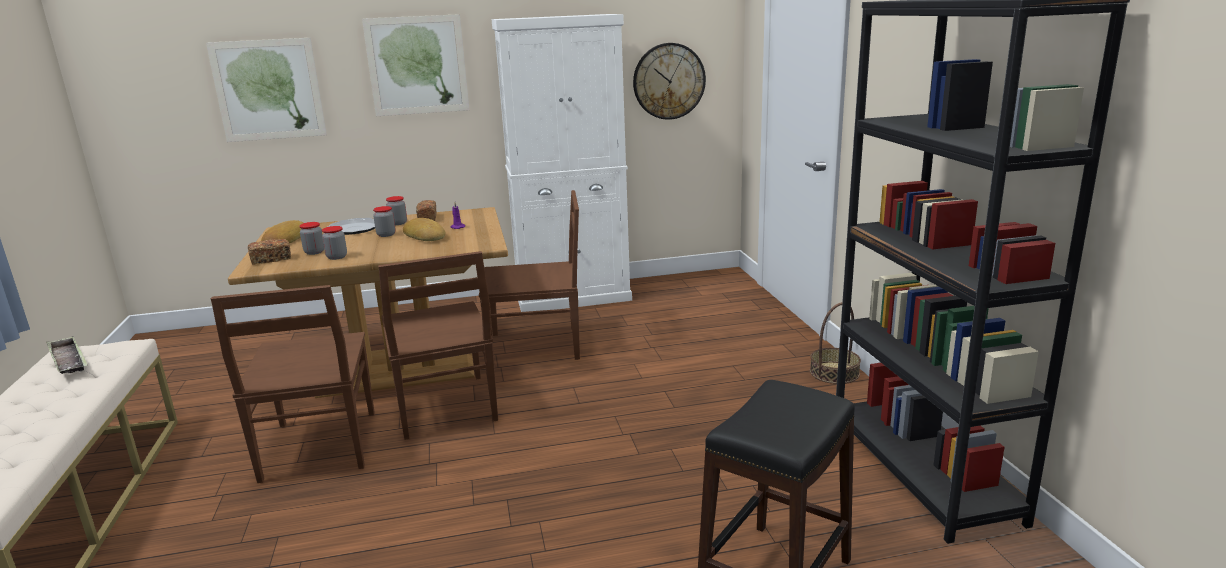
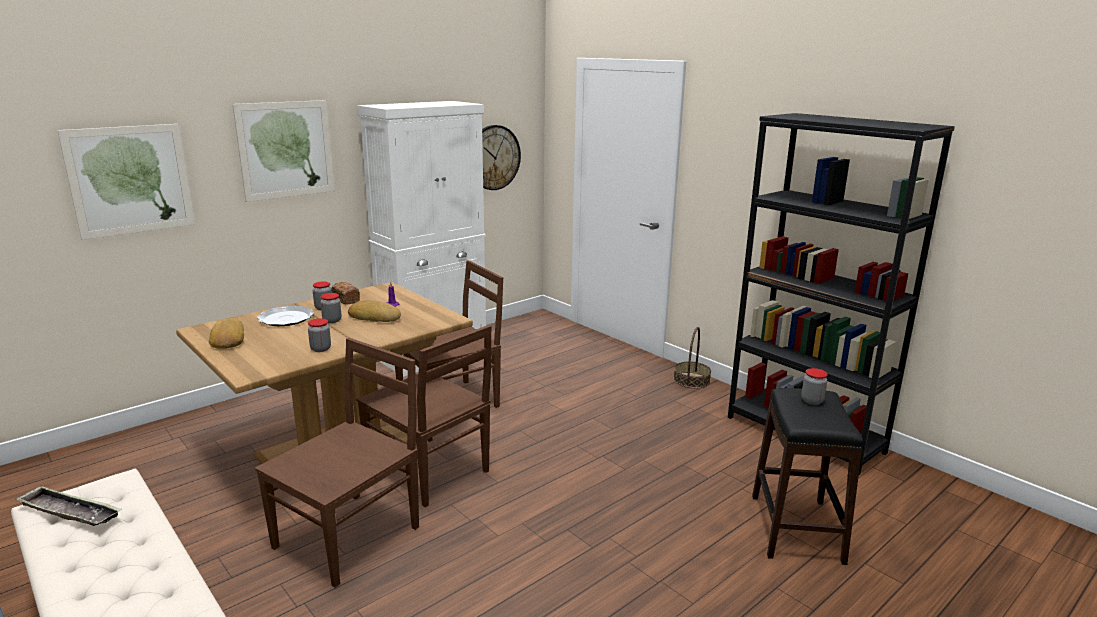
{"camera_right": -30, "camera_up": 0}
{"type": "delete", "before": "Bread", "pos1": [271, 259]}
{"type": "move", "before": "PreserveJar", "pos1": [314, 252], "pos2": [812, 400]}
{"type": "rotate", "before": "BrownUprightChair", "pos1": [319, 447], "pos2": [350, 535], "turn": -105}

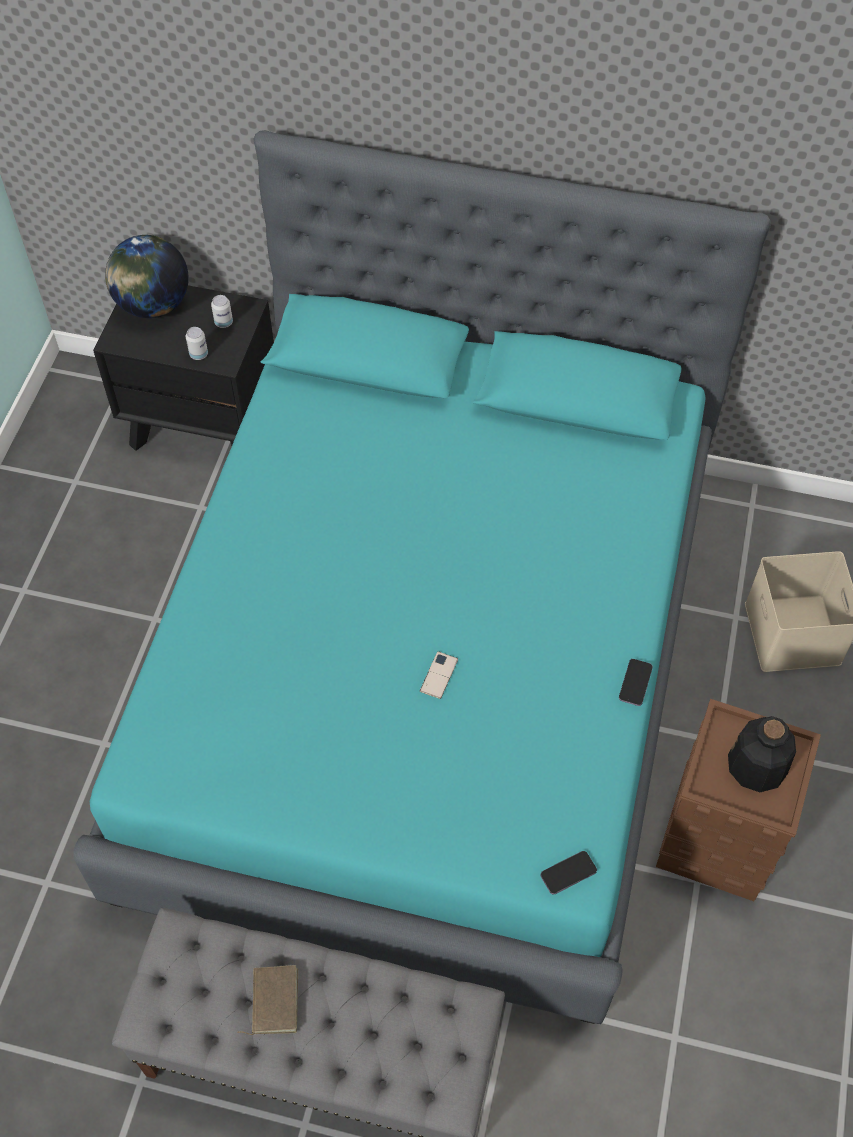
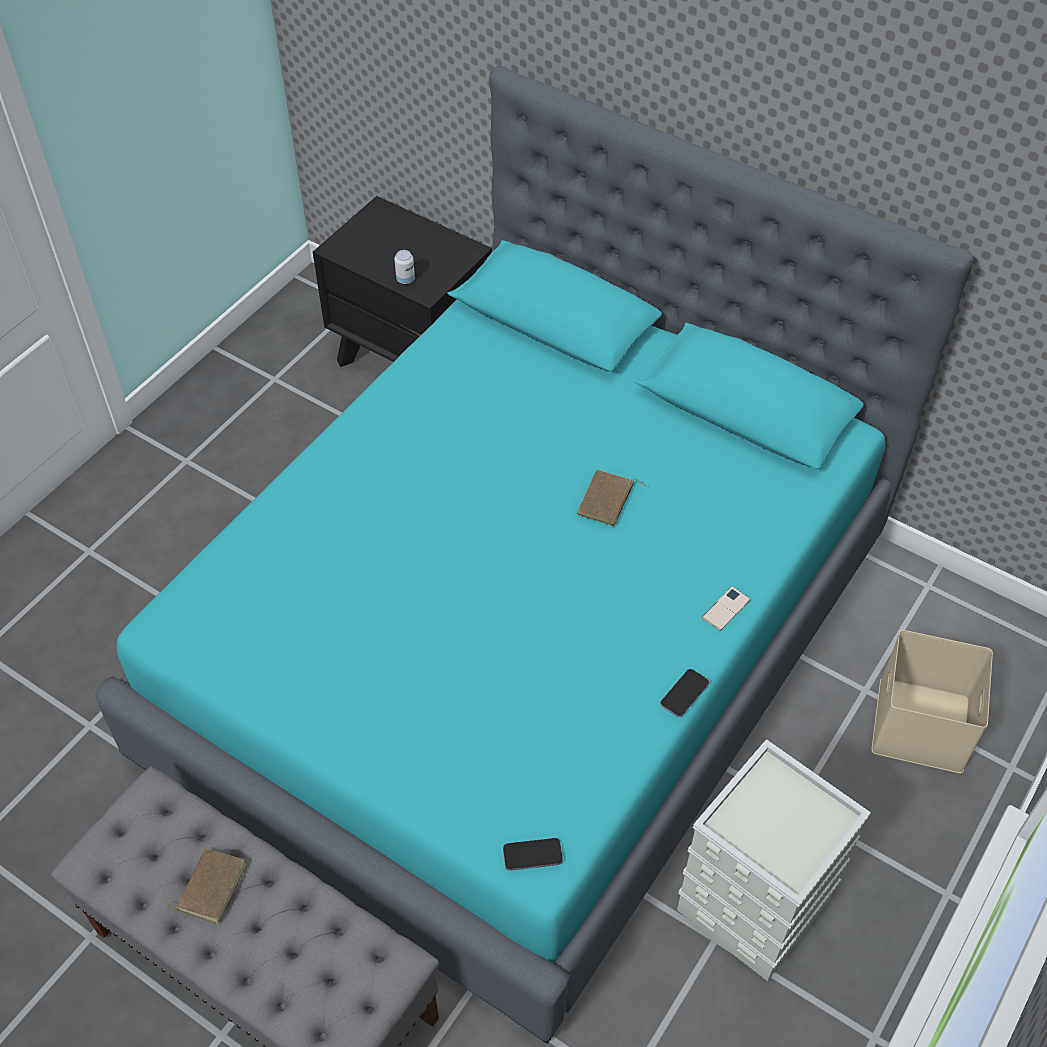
{"camera_right": 20, "camera_up": -5}
{"type": "delete", "before": "Globe", "pos1": [153, 305]}
{"type": "delete", "before": "SealedCan", "pos1": [223, 322]}
{"type": "delete", "before": "BeverageBottle", "pos1": [756, 766]}
{"type": "insert", "after": "BrownBook", "pos2": [607, 501]}
{"type": "move", "before": "Telephone", "pos1": [439, 675], "pos2": [726, 609]}
{"type": "recolor", "before": "BrownStorageBox", "after": "GreyishStorageBox", "pos1": [718, 841], "pos2": [754, 907]}

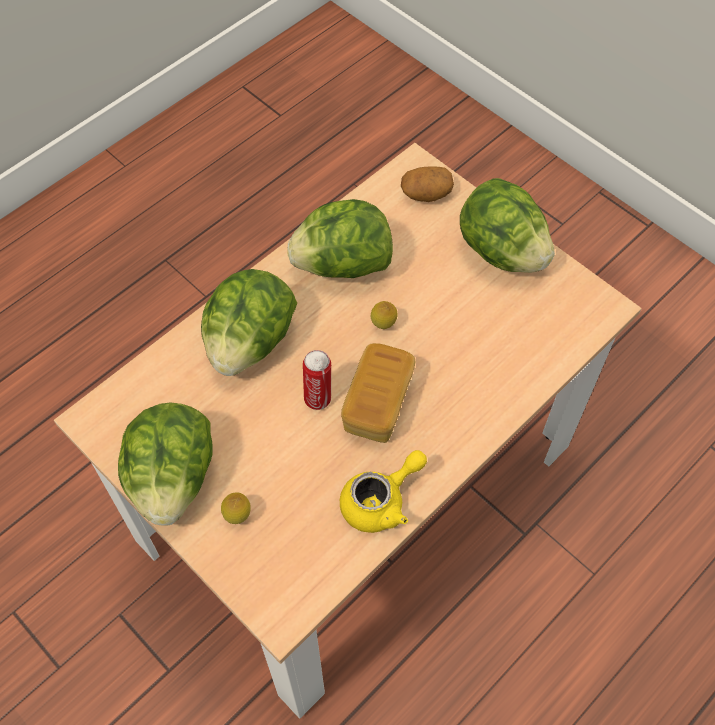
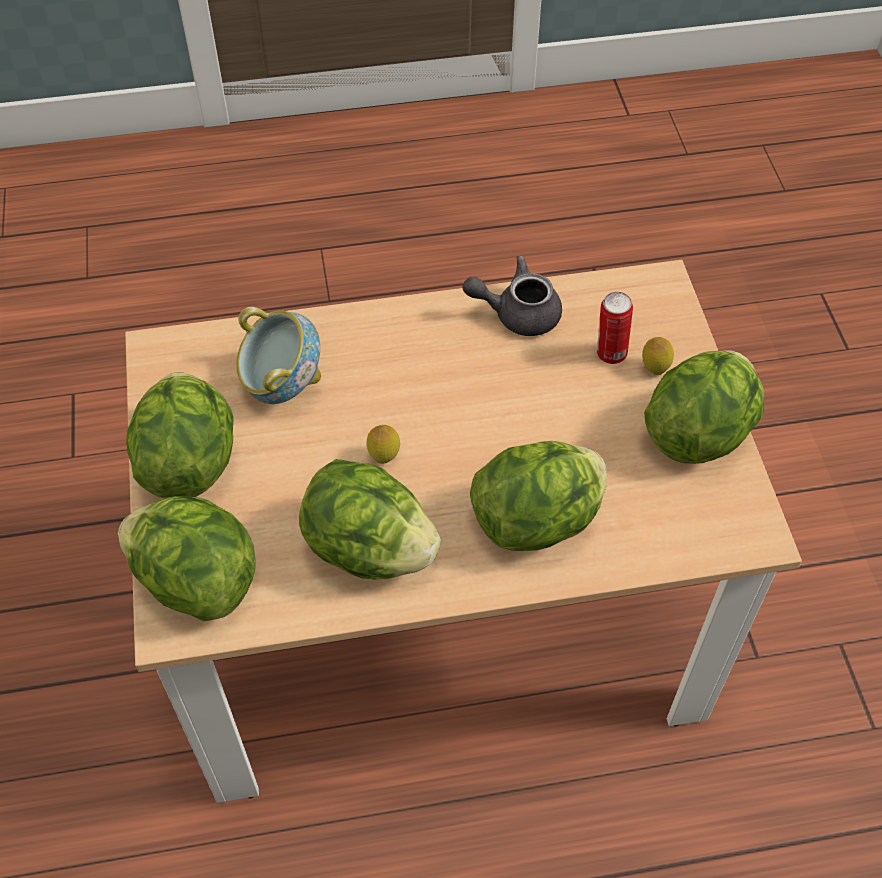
{"camera_right": -145, "camera_up": -5}
{"type": "delete", "before": "Bread", "pos1": [378, 404]}
{"type": "insert", "after": "Bowl", "pos2": [282, 384]}
{"type": "move", "before": "SealedCan", "pos1": [318, 397], "pos2": [610, 354]}
{"type": "replace", "before": "WholePotato", "after": "Lettuce", "pos1": [426, 193], "pos2": [195, 580]}
{"type": "recolor", "before": "YellowTeapot", "after": "GreyishTeapot", "pos1": [381, 501], "pos2": [517, 313]}

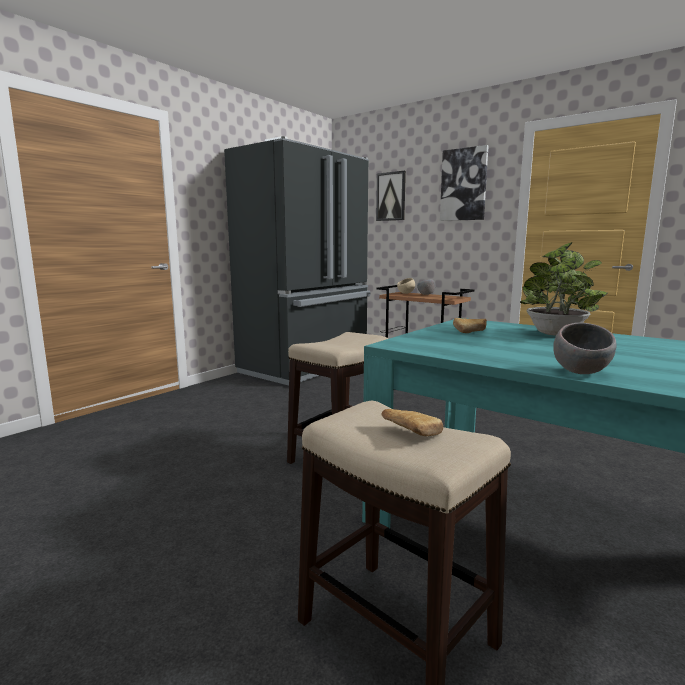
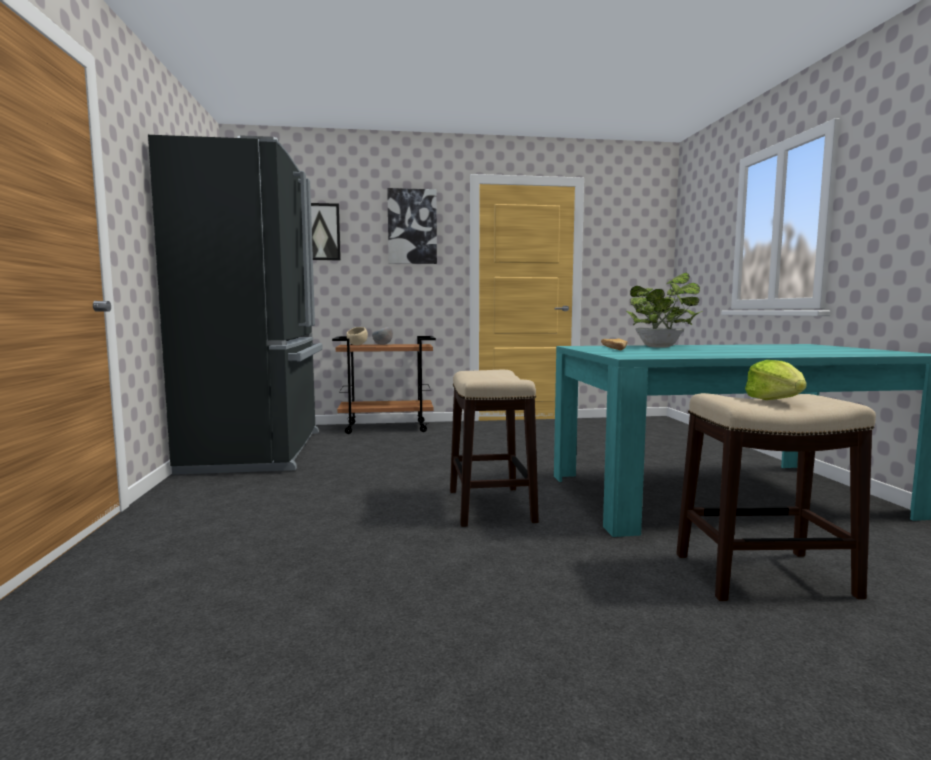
{"camera_right": -45, "camera_up": -5}
{"type": "delete", "before": "GreyishBowl", "pos1": [581, 372]}
{"type": "replace", "before": "Bread", "after": "Lettuce", "pos1": [409, 432], "pos2": [775, 400]}

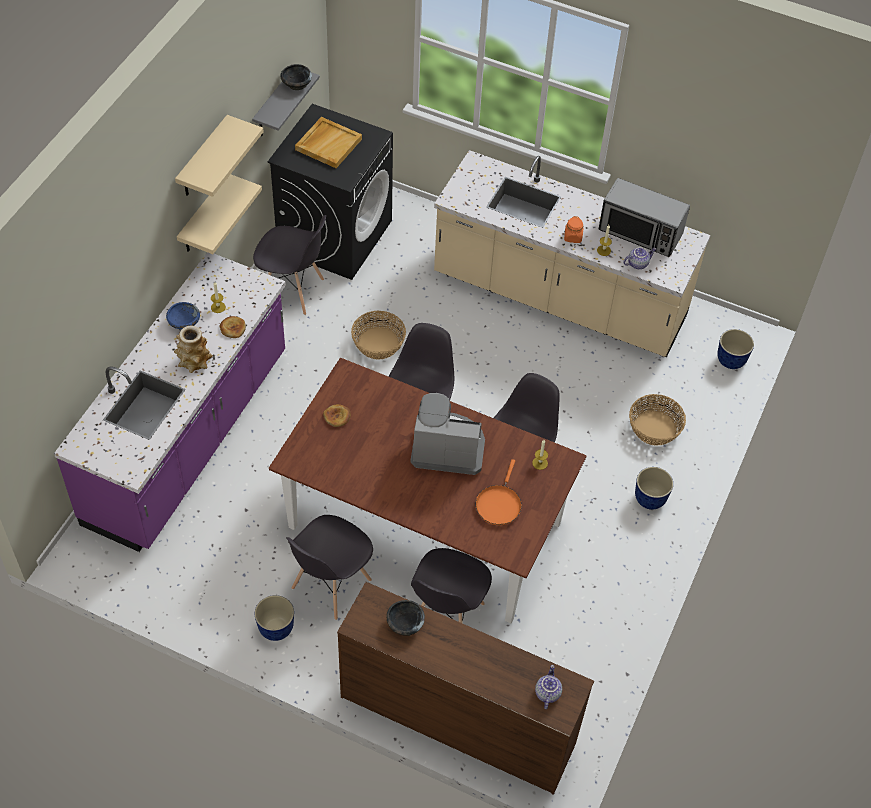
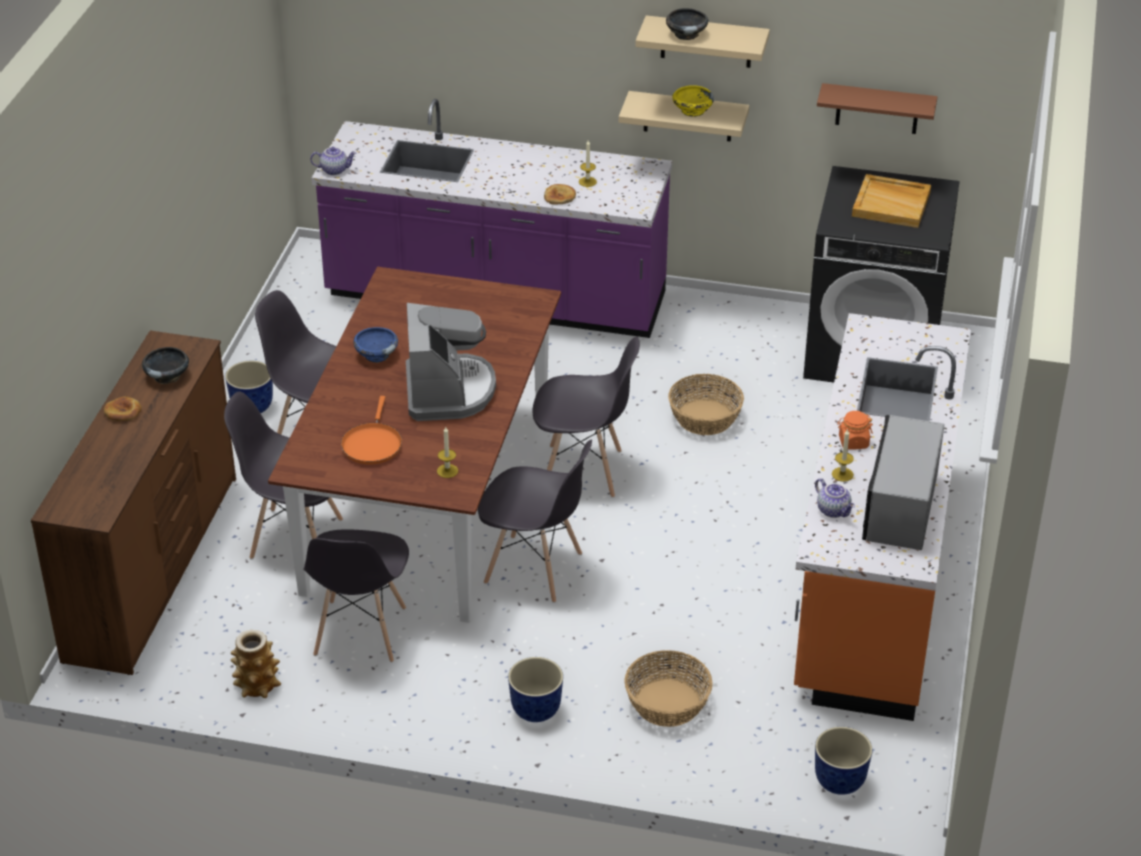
{"camera_right": 80, "camera_up": -15}
{"type": "insert", "after": "YellowBowl", "pos2": [692, 110]}
{"type": "move", "before": "BlueColouredBowl", "pos1": [184, 323], "pos2": [376, 354]}
{"type": "move", "before": "DecorativeVase", "pos1": [194, 361], "pos2": [257, 684]}
{"type": "move", "before": "GreyishUprightChair", "pos1": [293, 291], "pos2": [360, 632]}
{"type": "move", "before": "BlackishBowl", "pos1": [296, 84], "pos2": [686, 34]}
{"type": "move", "before": "Bread", "pos1": [337, 417], "pos2": [123, 412]}
{"type": "move", "before": "Teapot", "pos1": [547, 693], "pos2": [334, 170]}
{"type": "recolor", "before": "GreyishBracketShelf", "after": "BrownBracketShelf", "pos1": [274, 104], "pos2": [877, 109]}
{"type": "recolor", "before": "BeigeKitchenCounter", "after": "OrangeKitchenCounter", "pos1": [559, 298], "pos2": [872, 575]}
{"type": "rotate", "before": "OrangePan", "pos1": [499, 504], "pos2": [372, 444], "turn": -90}

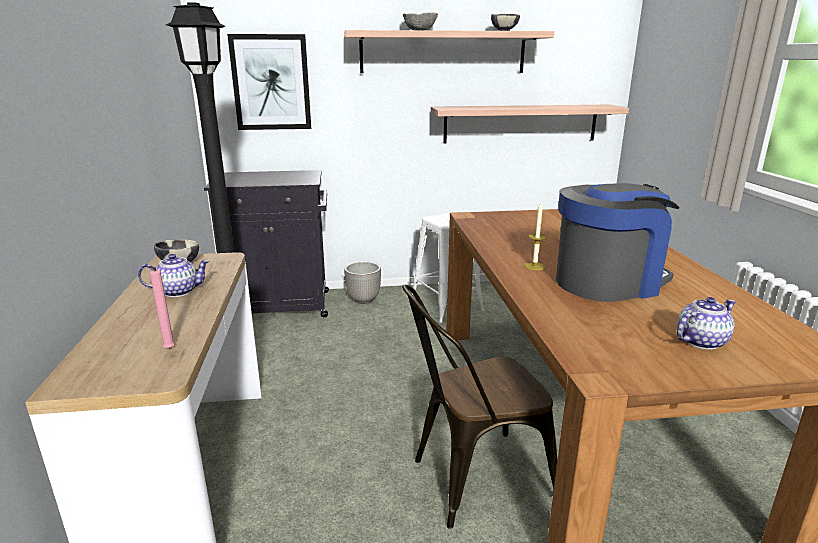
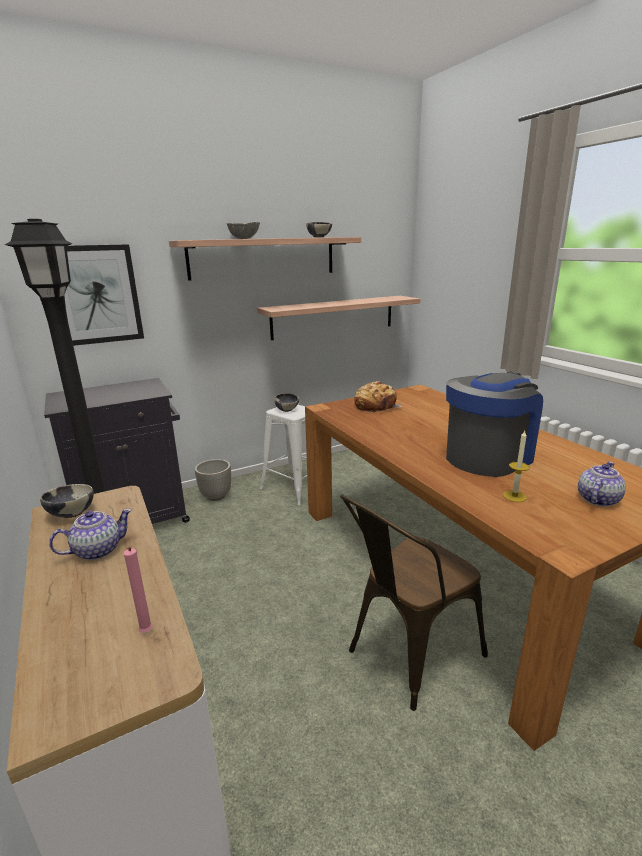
{"camera_right": -20, "camera_up": 0}
{"type": "insert", "after": "Bowl", "pos2": [287, 410]}
{"type": "insert", "after": "Bread", "pos2": [376, 406]}
{"type": "move", "before": "Candle", "pos1": [534, 266], "pos2": [514, 496]}

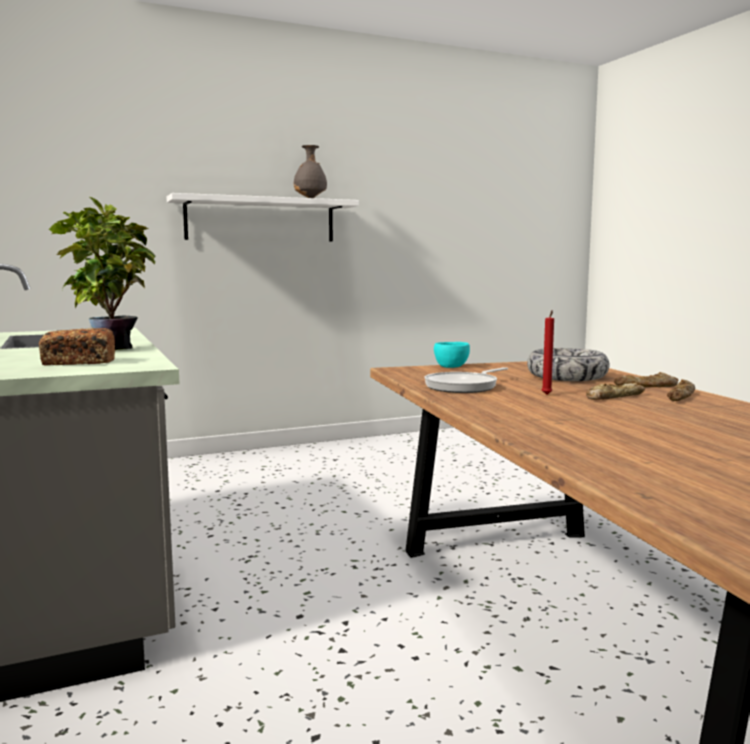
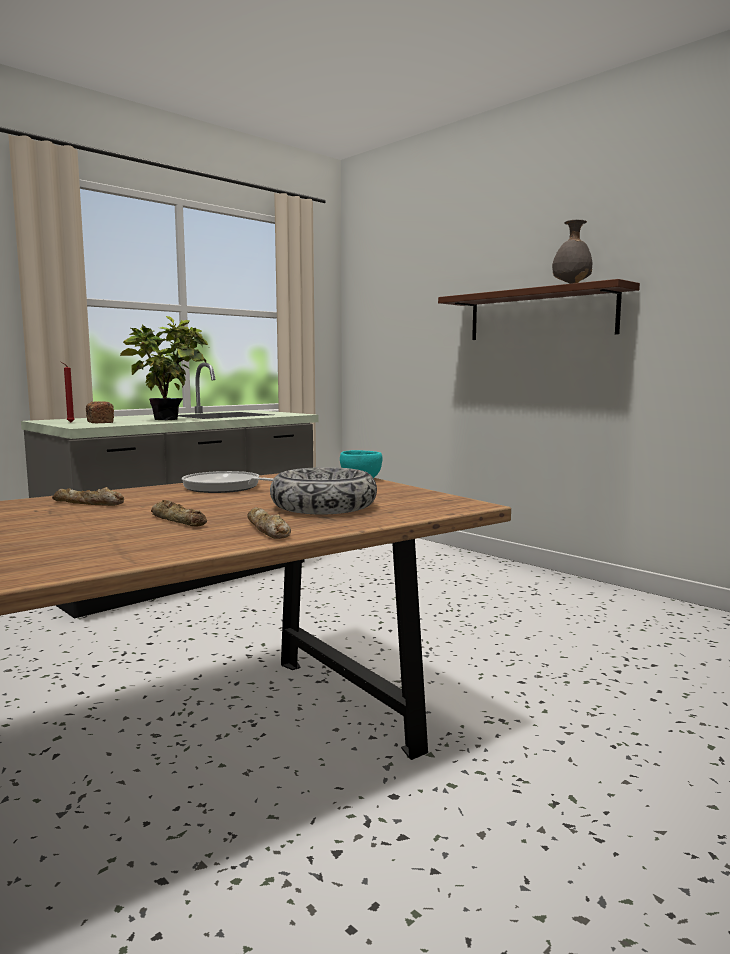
{"camera_right": 70, "camera_up": 0}
{"type": "move", "before": "RedColouredCandle", "pos1": [546, 395], "pos2": [69, 422]}
{"type": "move", "before": "Bread", "pos1": [681, 397], "pos2": [88, 503]}
{"type": "recolor", "before": "WhitishBracketShelf", "after": "BrownBracketShelf", "pos1": [261, 220], "pos2": [540, 314]}

